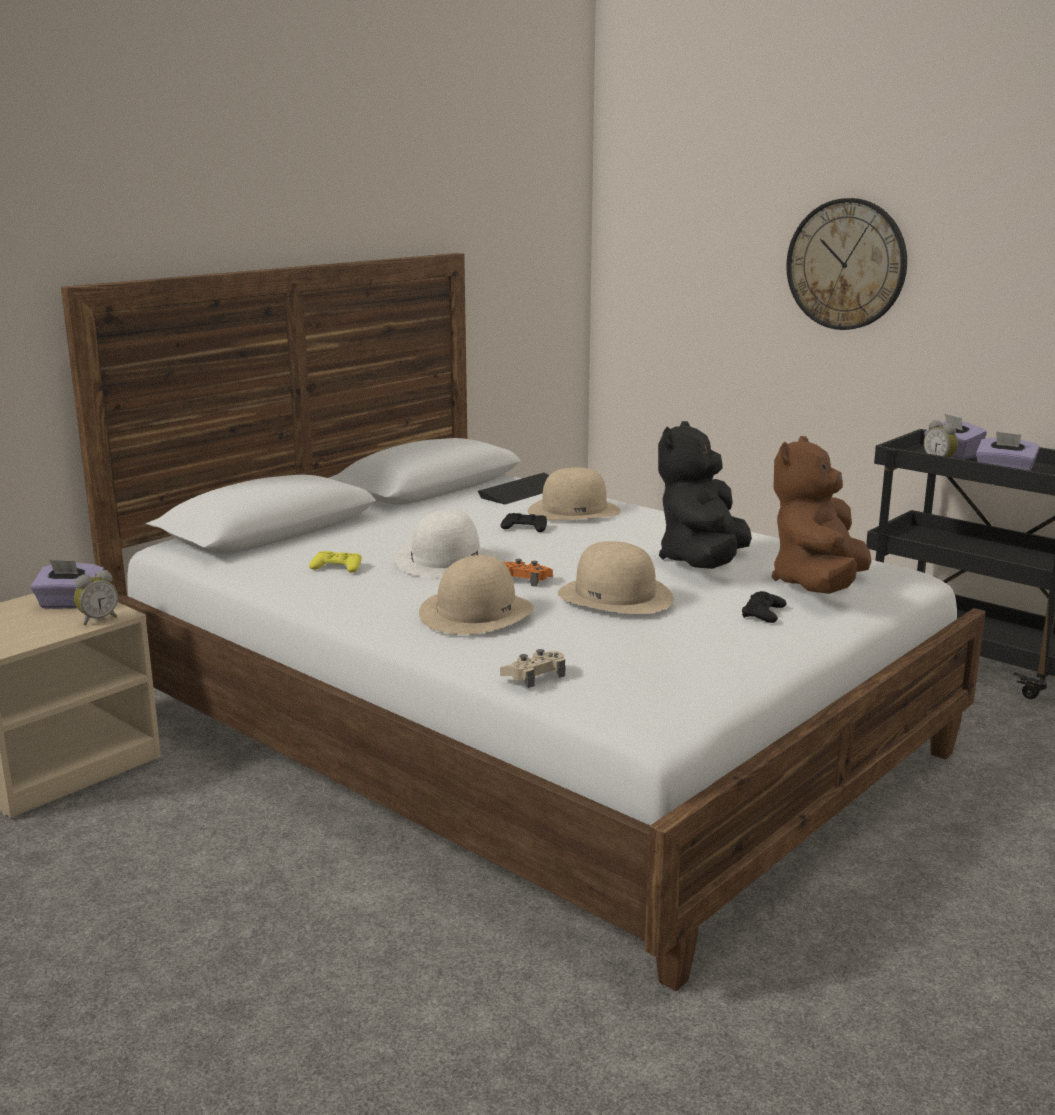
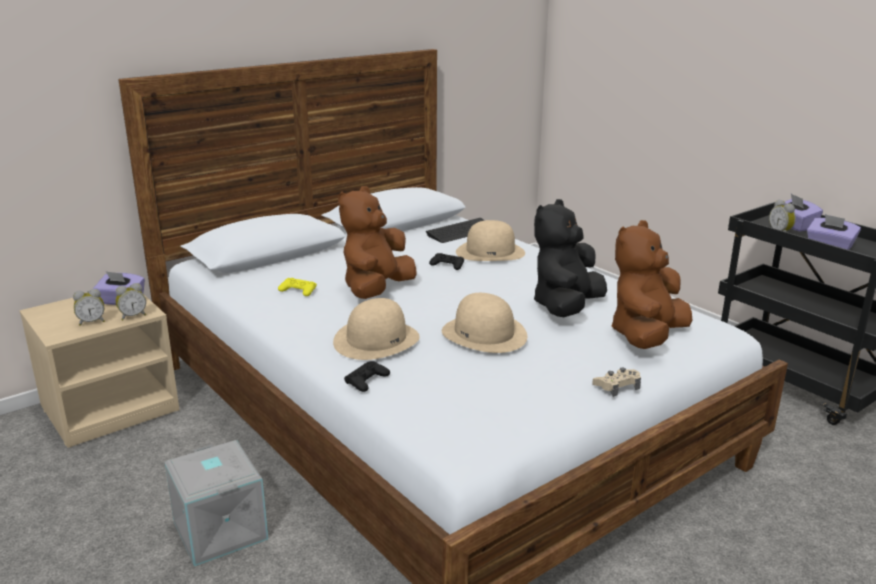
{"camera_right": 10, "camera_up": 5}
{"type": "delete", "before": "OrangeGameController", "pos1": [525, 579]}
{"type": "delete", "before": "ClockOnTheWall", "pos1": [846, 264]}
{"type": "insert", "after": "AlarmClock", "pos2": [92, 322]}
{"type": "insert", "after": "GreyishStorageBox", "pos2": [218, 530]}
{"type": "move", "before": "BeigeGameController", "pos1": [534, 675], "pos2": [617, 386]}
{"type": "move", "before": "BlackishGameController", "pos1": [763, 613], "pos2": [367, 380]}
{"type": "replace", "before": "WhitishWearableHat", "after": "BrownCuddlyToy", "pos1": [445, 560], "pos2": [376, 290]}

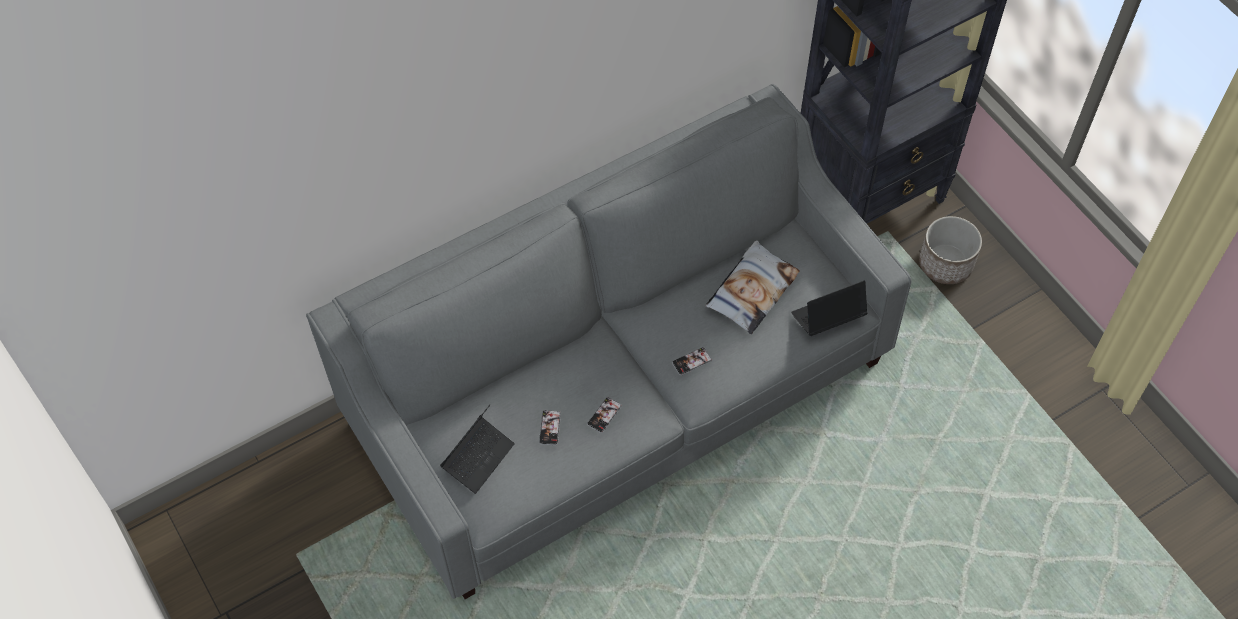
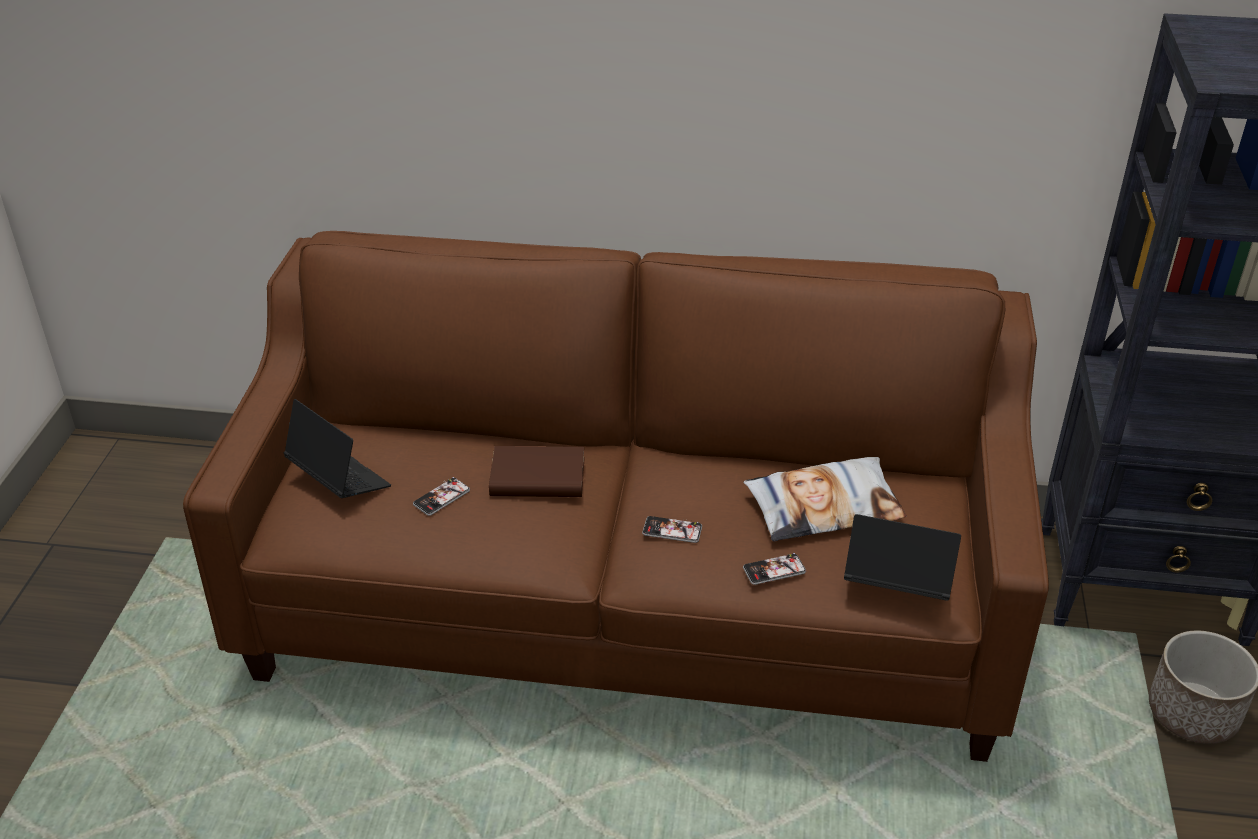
{"camera_right": 40, "camera_up": -20}
{"type": "insert", "after": "BrownBook", "pos2": [537, 477]}
{"type": "move", "before": "Telephone", "pos1": [604, 415], "pos2": [774, 570]}
{"type": "recolor", "before": "GreyishSettee", "after": "BrownSettee", "pos1": [618, 395], "pos2": [628, 600]}
{"type": "rotate", "before": "PortableComputer", "pos1": [478, 458], "pos2": [338, 479], "turn": -120}

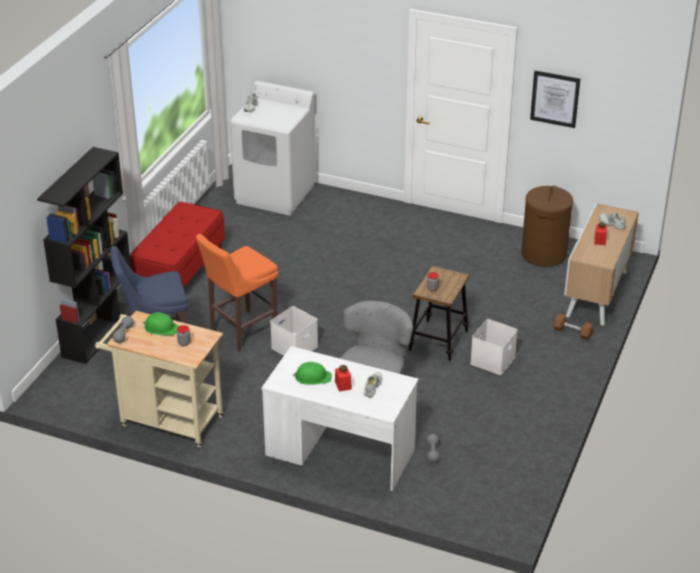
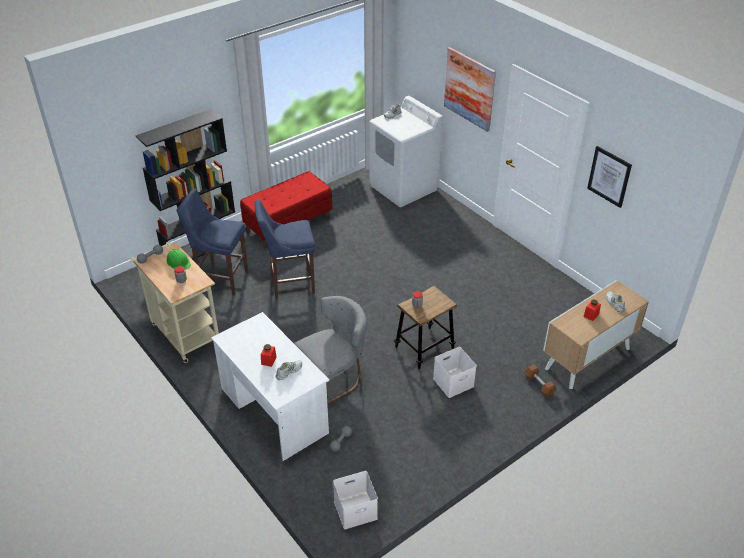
{"camera_right": 30, "camera_up": 5}
{"type": "delete", "before": "GreenColouredWorkHelmet", "pos1": [312, 377]}
{"type": "delete", "before": "BrownLaundryBasket", "pos1": [544, 254]}
{"type": "insert", "after": "Picture", "pos2": [469, 89]}
{"type": "move", "before": "WhitishStorageBox", "pos1": [294, 346], "pos2": [356, 509]}
{"type": "recolor", "before": "OrangeSittingStool", "after": "BlueColouredSittingStool", "pos1": [240, 332], "pos2": [289, 284]}

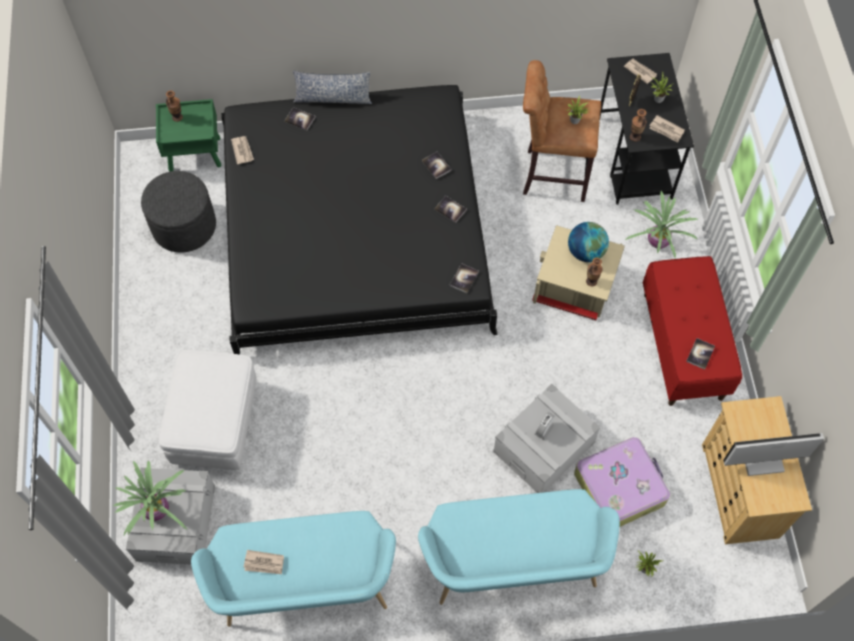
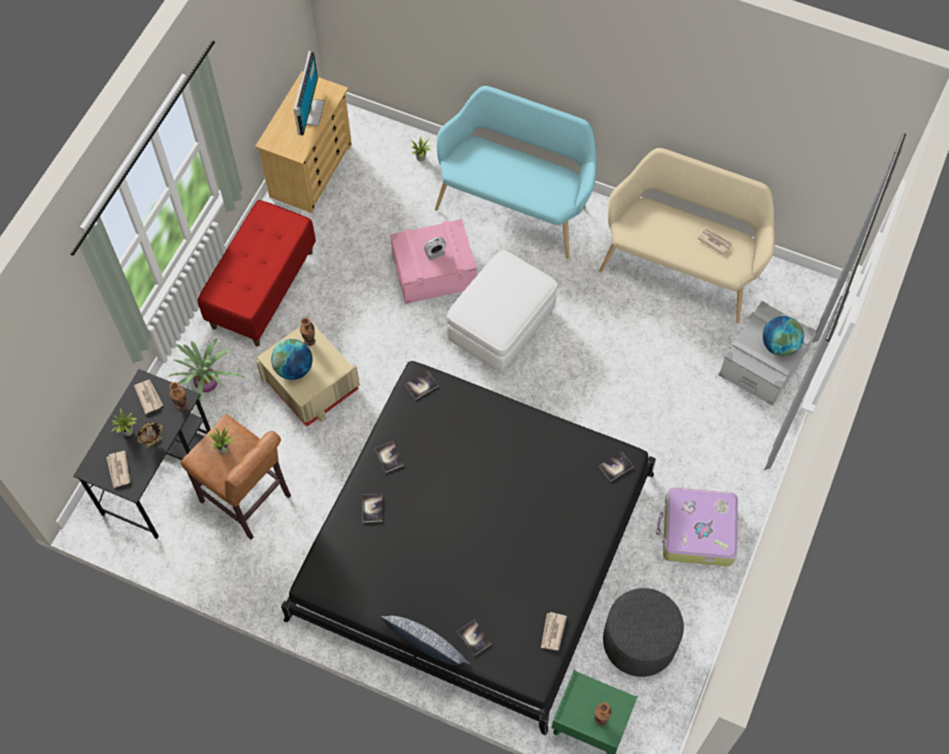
{"camera_right": -150, "camera_up": 0}
{"type": "move", "before": "WhitishFootrest", "pos1": [215, 421], "pos2": [501, 326]}
{"type": "move", "before": "Suitcase", "pos1": [620, 487], "pos2": [697, 532]}
{"type": "move", "before": "Book", "pos1": [700, 354], "pos2": [615, 467]}
{"type": "replace", "before": "PottedPlant", "after": "Globe", "pos1": [157, 511], "pos2": [779, 345]}
{"type": "recolor", "before": "TurquoiseBench", "after": "BeigeBench", "pos1": [305, 588], "pos2": [681, 266]}
{"type": "recolor", "before": "GreyishStorageBox", "after": "PinkStorageBox", "pos1": [544, 447], "pos2": [434, 271]}
{"type": "rotate", "before": "ComputerDisplay", "pos1": [763, 463], "pos2": [308, 112], "turn": -105}

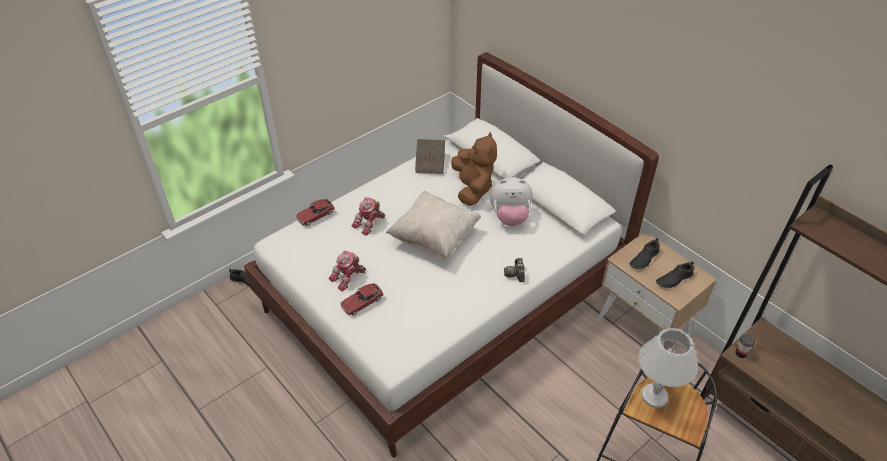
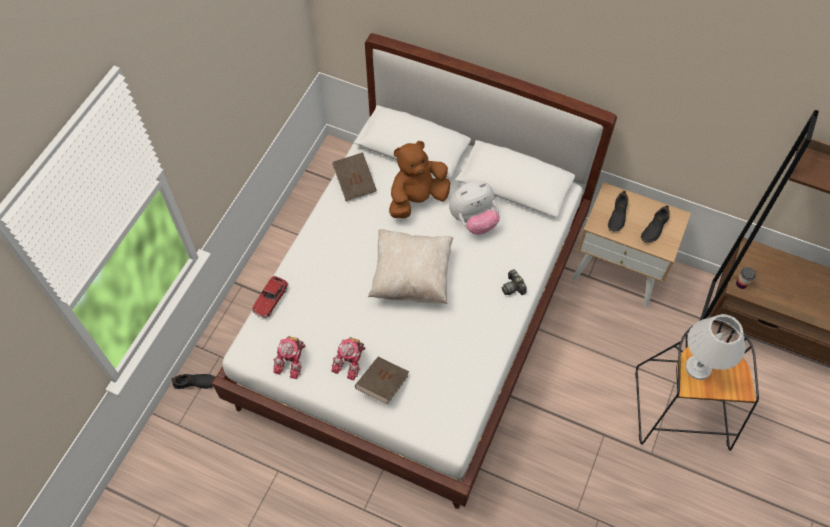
{"camera_right": -25, "camera_up": 15}
{"type": "move", "before": "ModelRobot", "pos1": [370, 223], "pos2": [292, 360]}
{"type": "replace", "before": "ModelCar", "after": "BrownBook", "pos1": [362, 302], "pos2": [382, 384]}
{"type": "rotate", "before": "BrownCuddlyToy", "pos1": [472, 189], "pos2": [417, 199], "turn": -90}

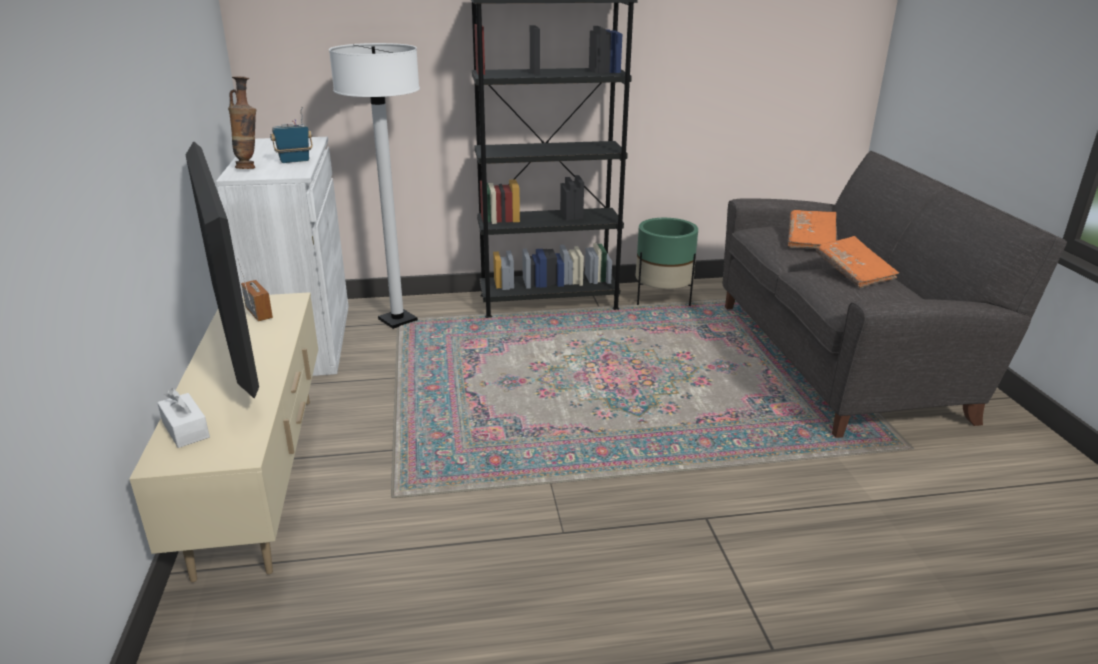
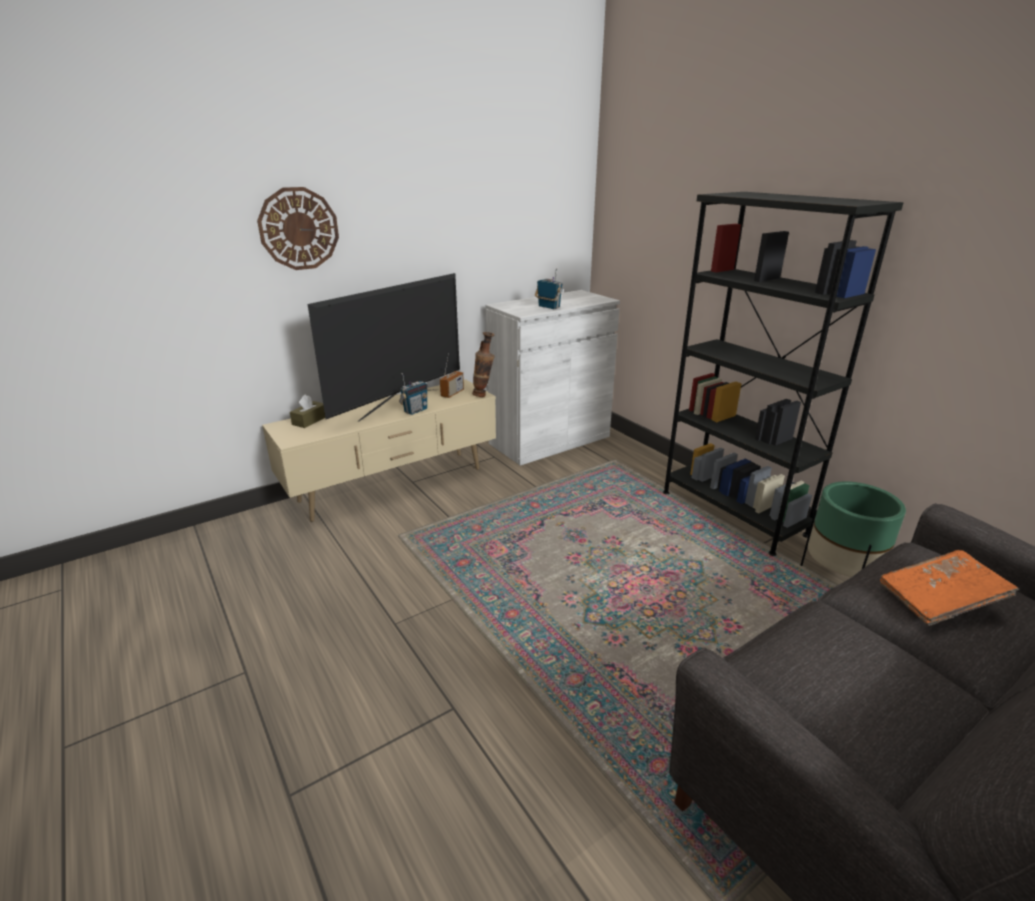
{"camera_right": 65, "camera_up": 0}
{"type": "delete", "before": "WhitishStandingLamp", "pos1": [398, 320]}
{"type": "delete", "before": "OrangeBook", "pos1": [854, 273]}
{"type": "insert", "after": "ClockOnTheWall", "pos2": [299, 229]}
{"type": "insert", "after": "RadioReceiver", "pos2": [415, 410]}
{"type": "move", "before": "DecorativeVase", "pos1": [250, 168], "pos2": [484, 395]}
{"type": "recolor", "before": "WhitishBoxOfTissues", "after": "BrownBoxOfTissues", "pos1": [185, 430], "pos2": [310, 420]}

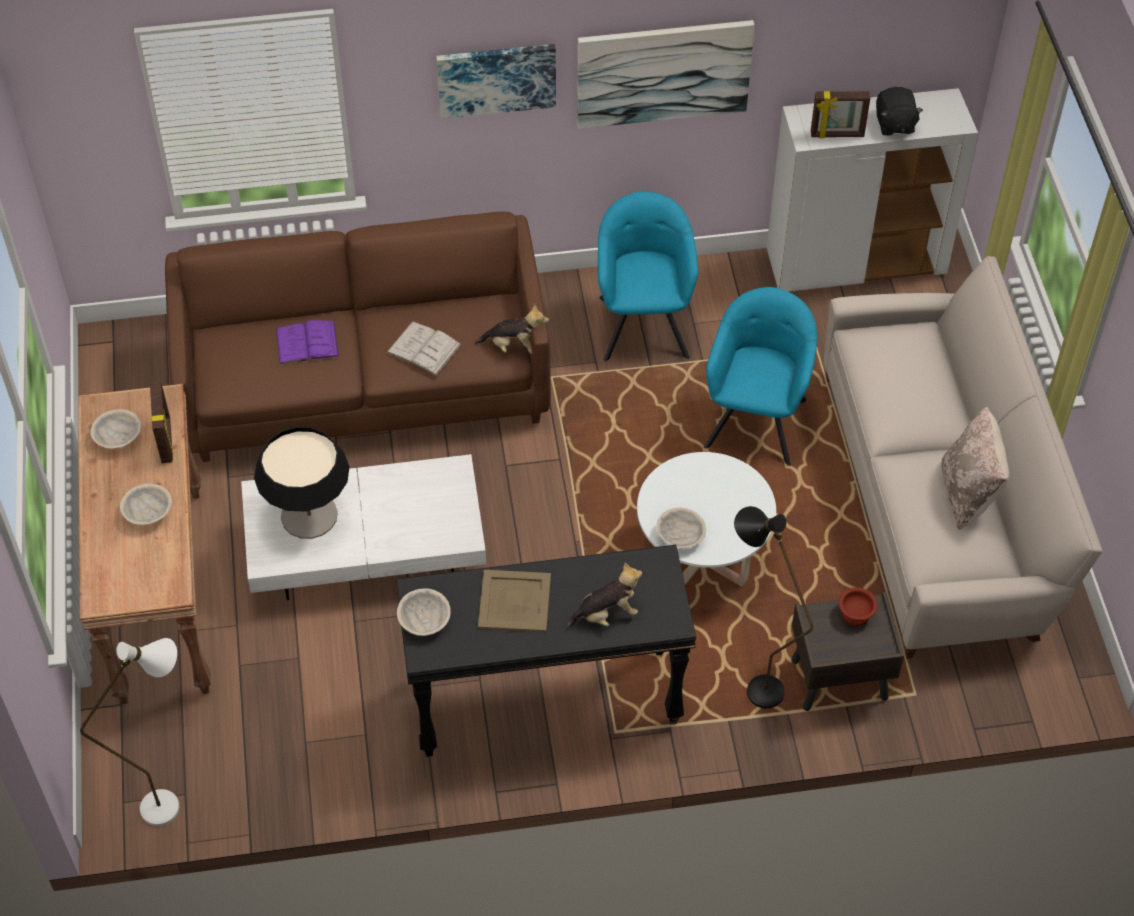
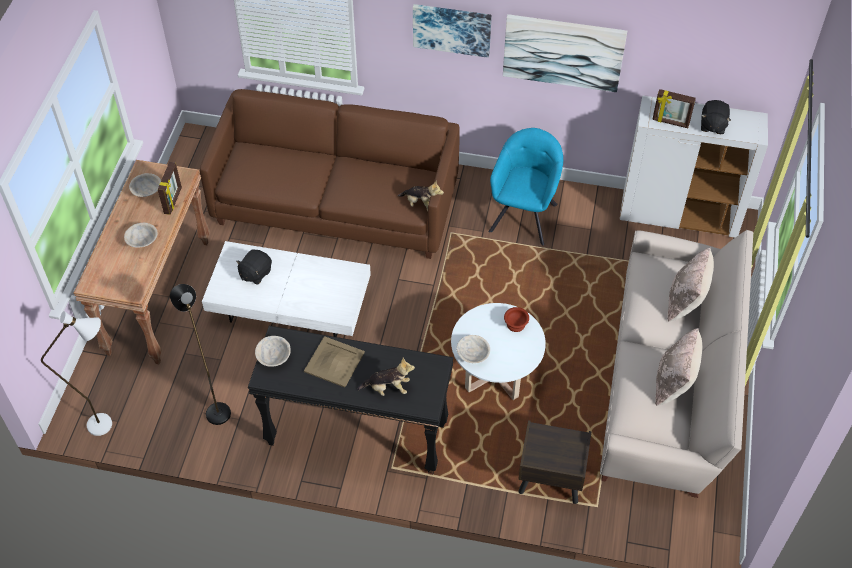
{"camera_right": 20, "camera_up": 0}
{"type": "delete", "before": "PurpleBook", "pos1": [307, 343]}
{"type": "delete", "before": "WhitishBook", "pos1": [424, 349]}
{"type": "delete", "before": "TurquoiseLoungeChair", "pos1": [756, 419]}
{"type": "insert", "after": "BeigeThrowPillow", "pos2": [685, 301]}
{"type": "move", "before": "BlackishStandingLamp", "pos1": [754, 684], "pos2": [214, 406]}
{"type": "move", "before": "BrownBowl", "pos1": [857, 614], "pos2": [516, 325]}
{"type": "replace", "before": "TableLamp", "after": "BlackishCuddlyToy", "pos1": [309, 515], "pos2": [255, 273]}

